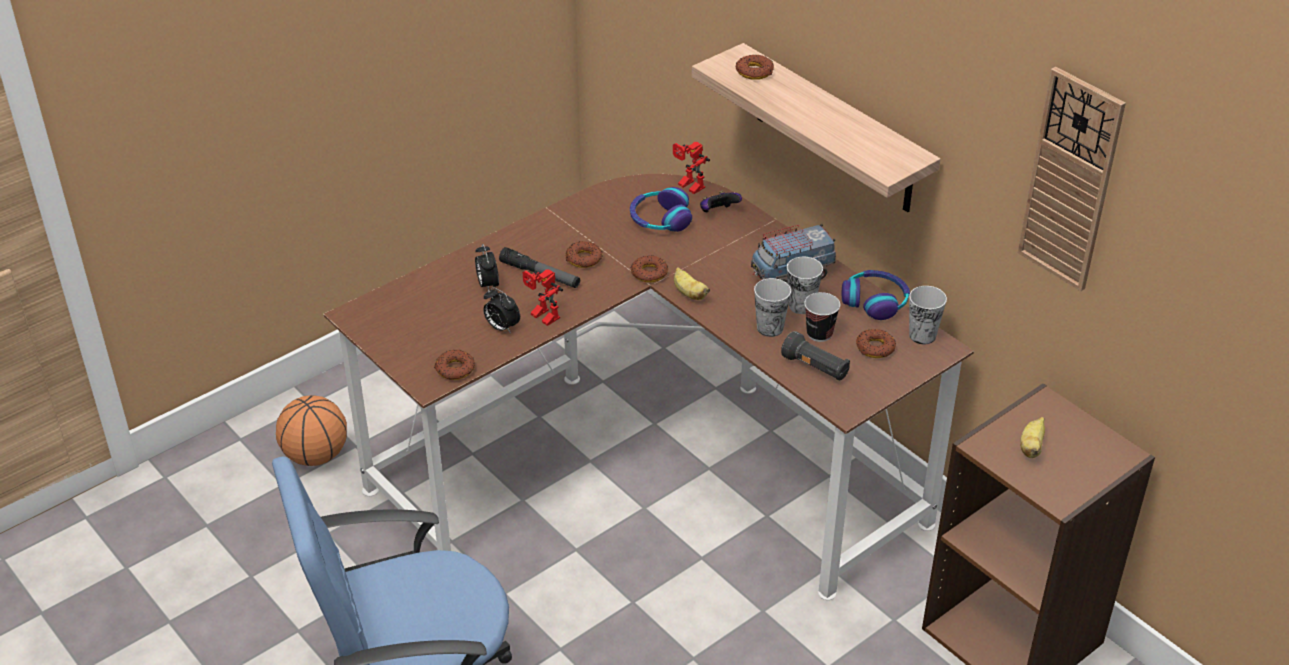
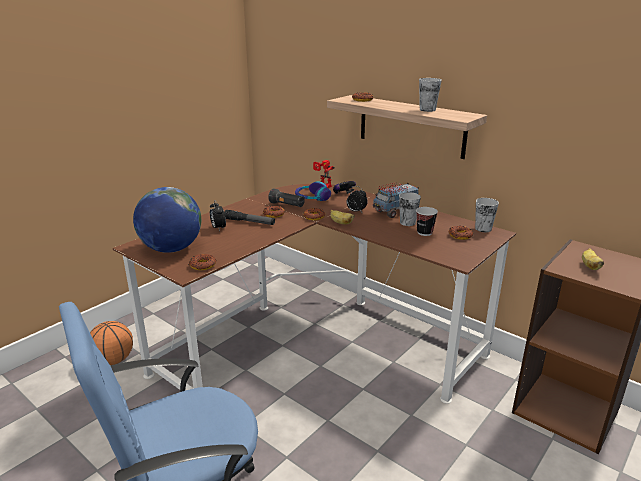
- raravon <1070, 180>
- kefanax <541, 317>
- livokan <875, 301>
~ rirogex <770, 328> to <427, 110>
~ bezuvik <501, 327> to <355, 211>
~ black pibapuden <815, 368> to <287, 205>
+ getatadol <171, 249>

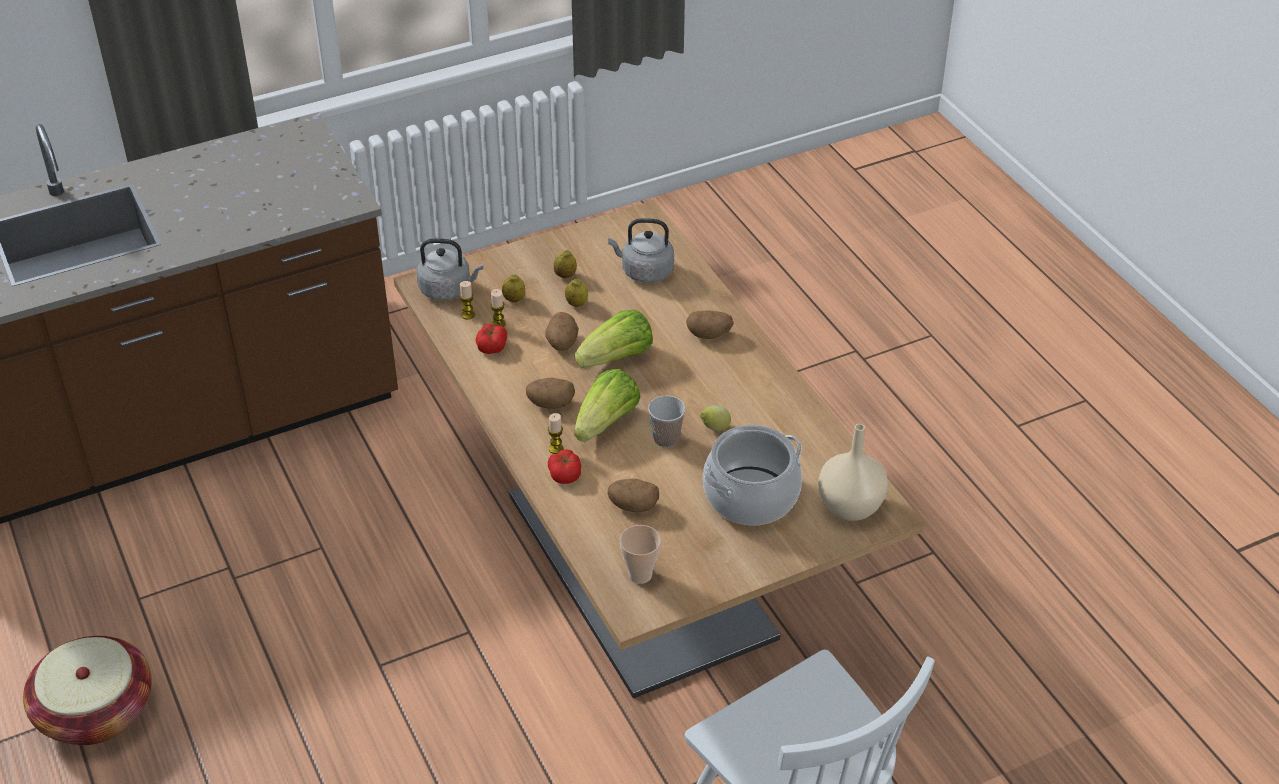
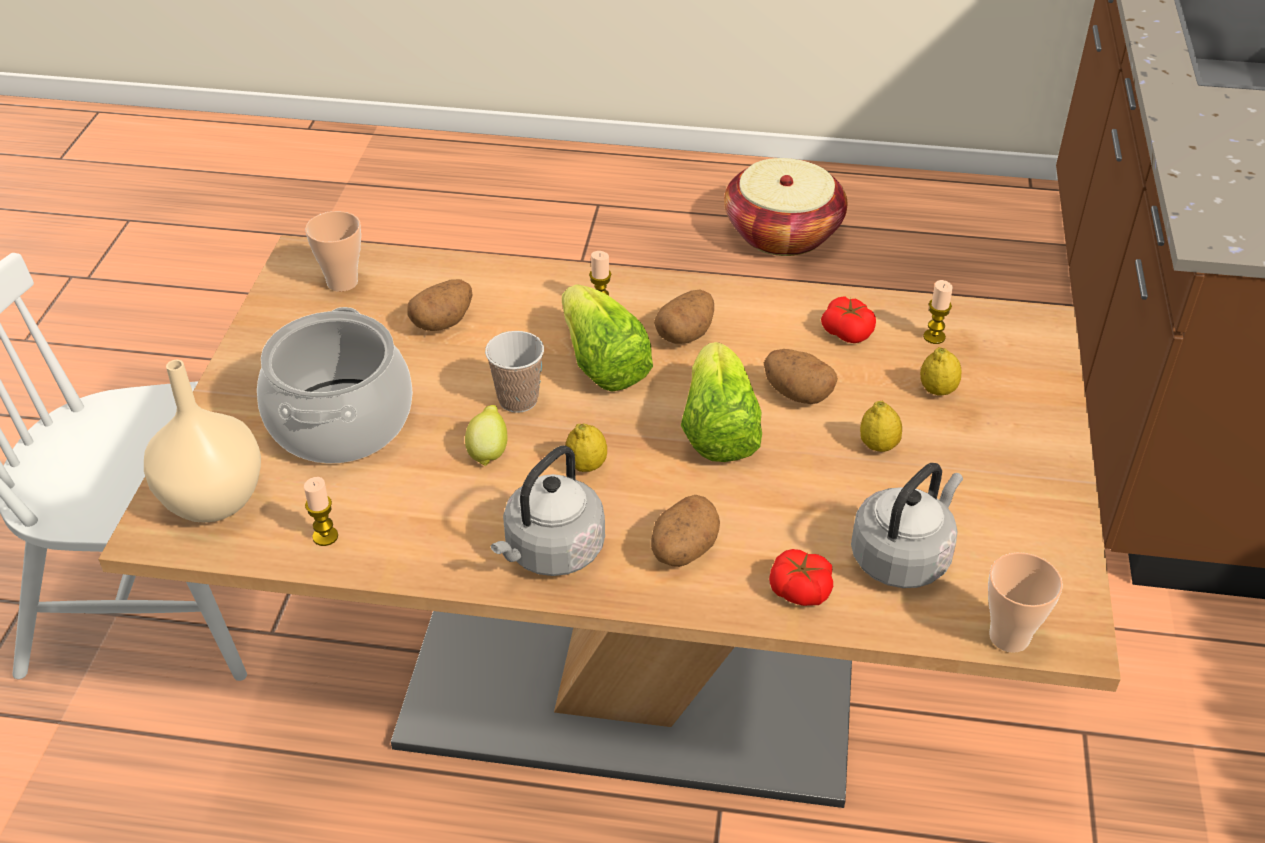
~ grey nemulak <448, 289> to <551, 552>
~ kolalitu <565, 275> to <586, 466>
~ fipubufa <498, 324> to <325, 536>
~ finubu <565, 474> to <800, 590>
+ rirogex <1009, 637>

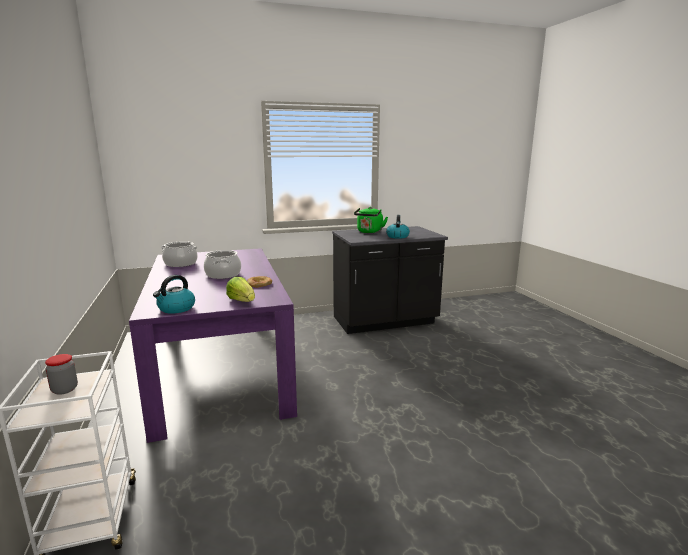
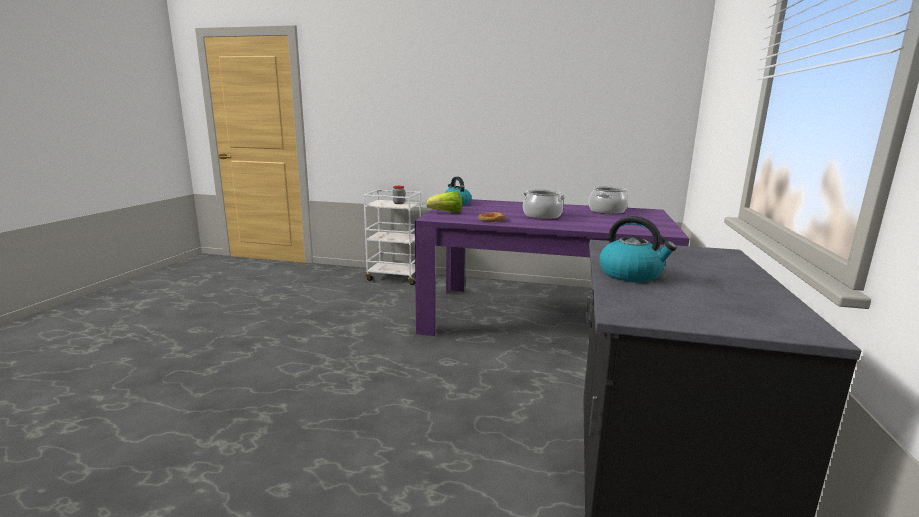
- green nemulak <369, 232>

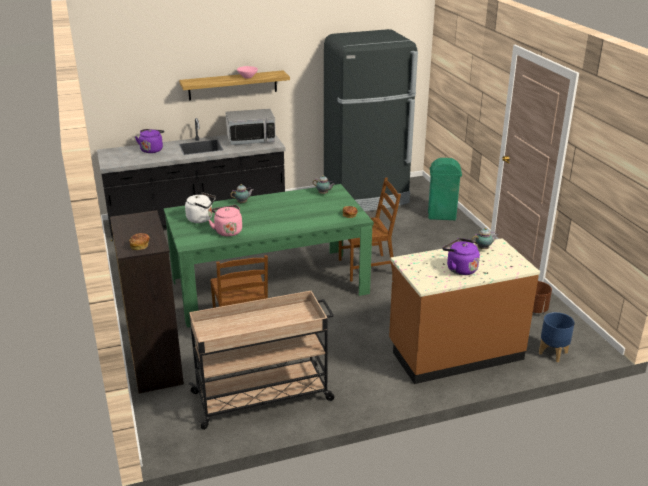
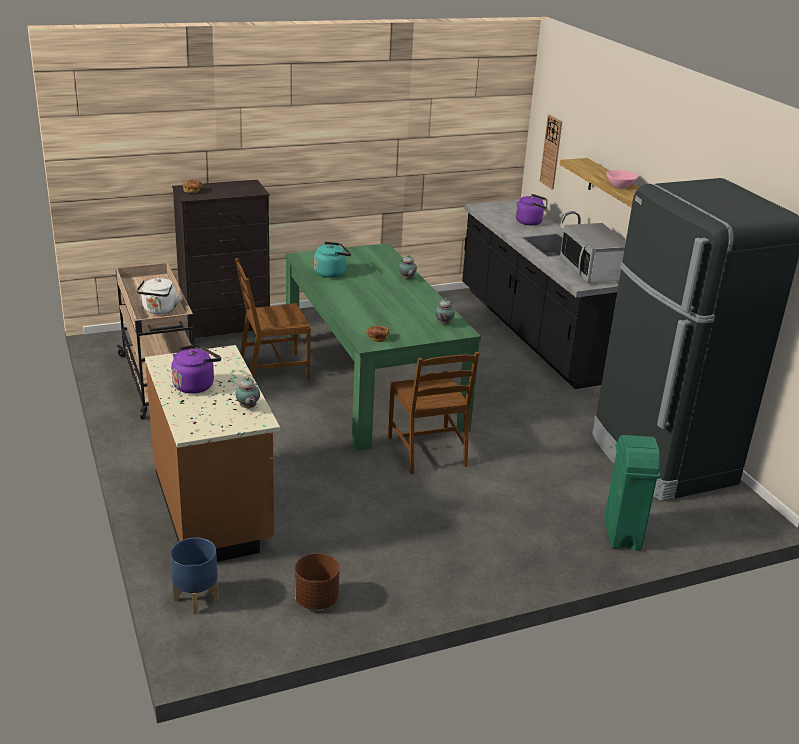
~ white nemulak <201, 219> to <159, 310>
~ pink nemulak <227, 231> to turquoise nemulak <331, 273>
+ raravon <551, 152>

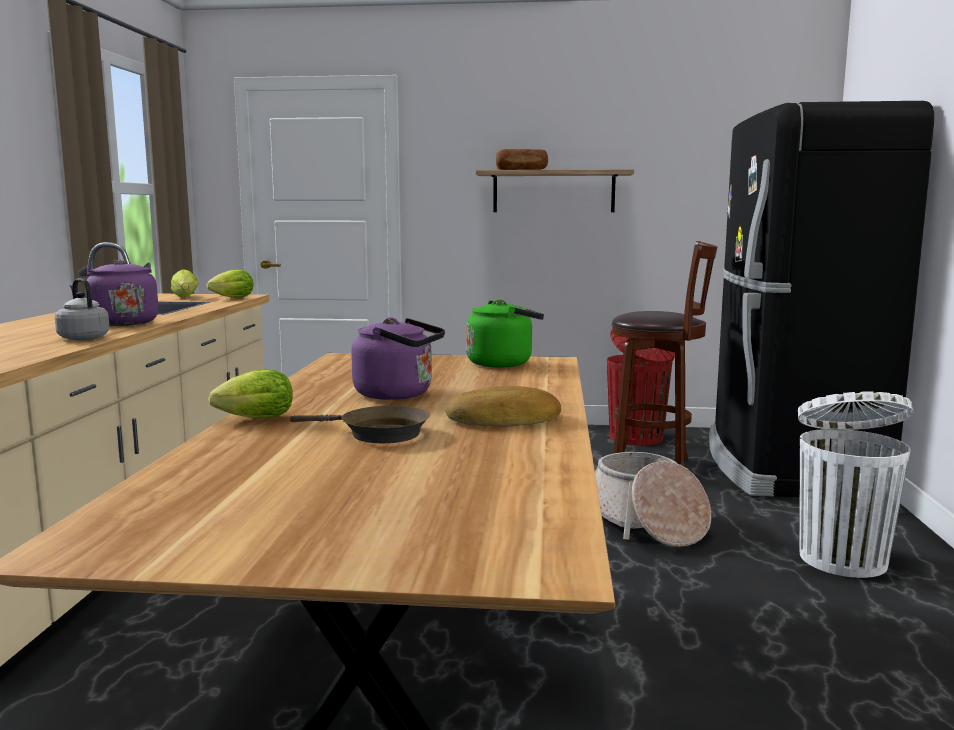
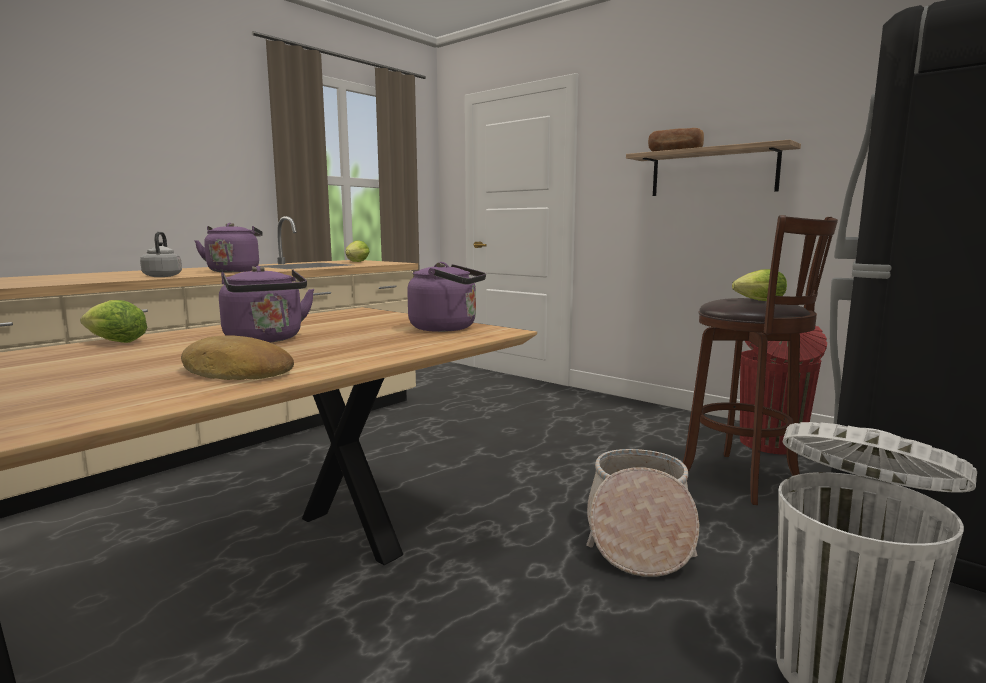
~ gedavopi <230, 298> to <757, 301>
~ green nemulak <503, 363> to purple nemulak <447, 328>
- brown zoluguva <377, 433>

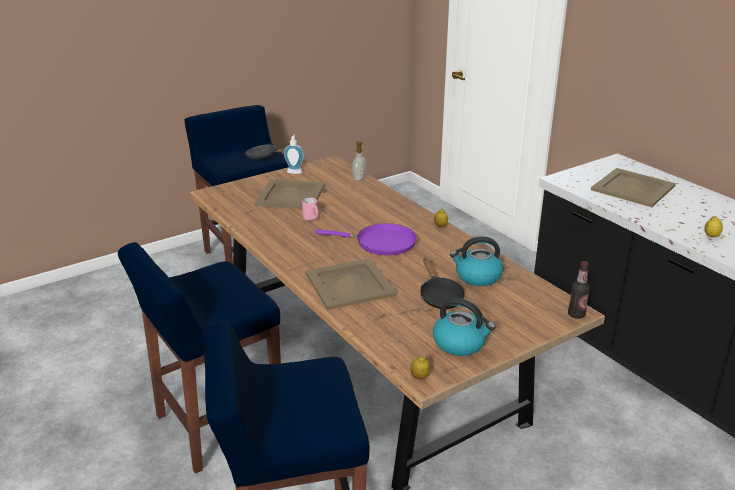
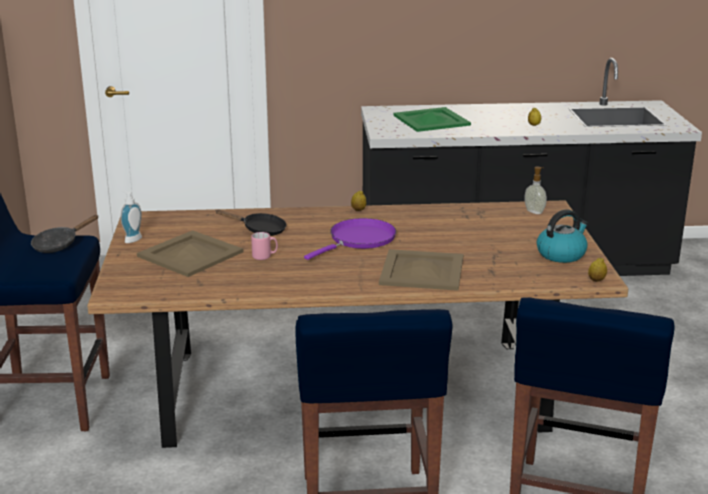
~ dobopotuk <359, 178> to <535, 211>
~ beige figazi <632, 188> to green figazi <431, 120>
- nemulak <477, 277>
~ black zoluguva <439, 296> to <260, 230>
- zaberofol <576, 314>

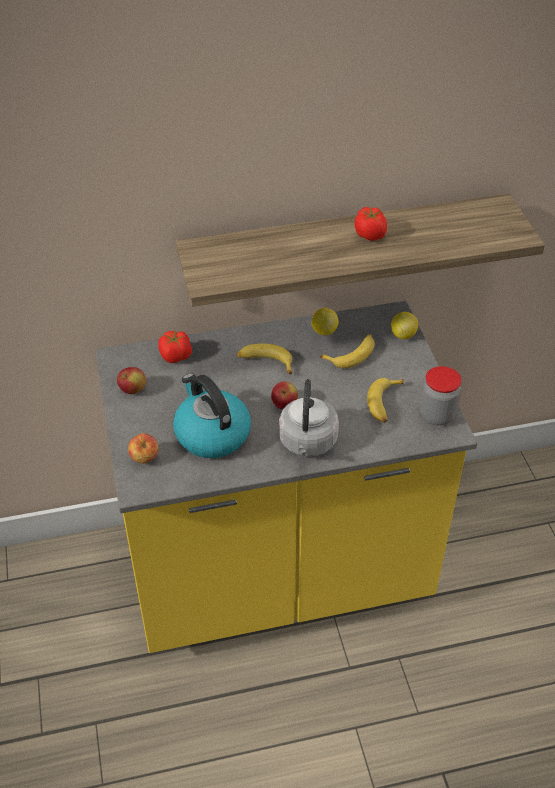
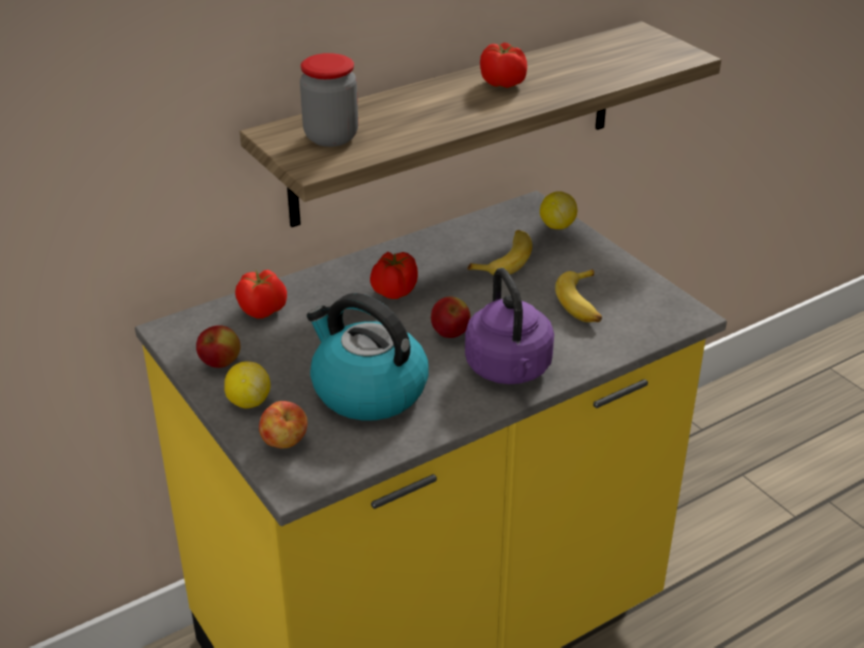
~ kolalitu <324, 331> to <248, 402>
~ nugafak <265, 362> to finubu <394, 291>
~ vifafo <437, 415> to <331, 137>
~ grey nemulak <307, 443> to purple nemulak <509, 370>

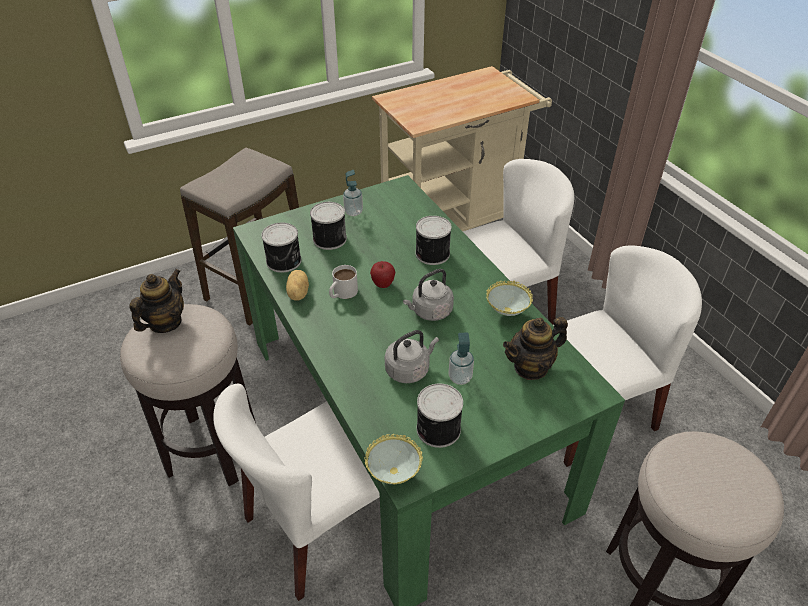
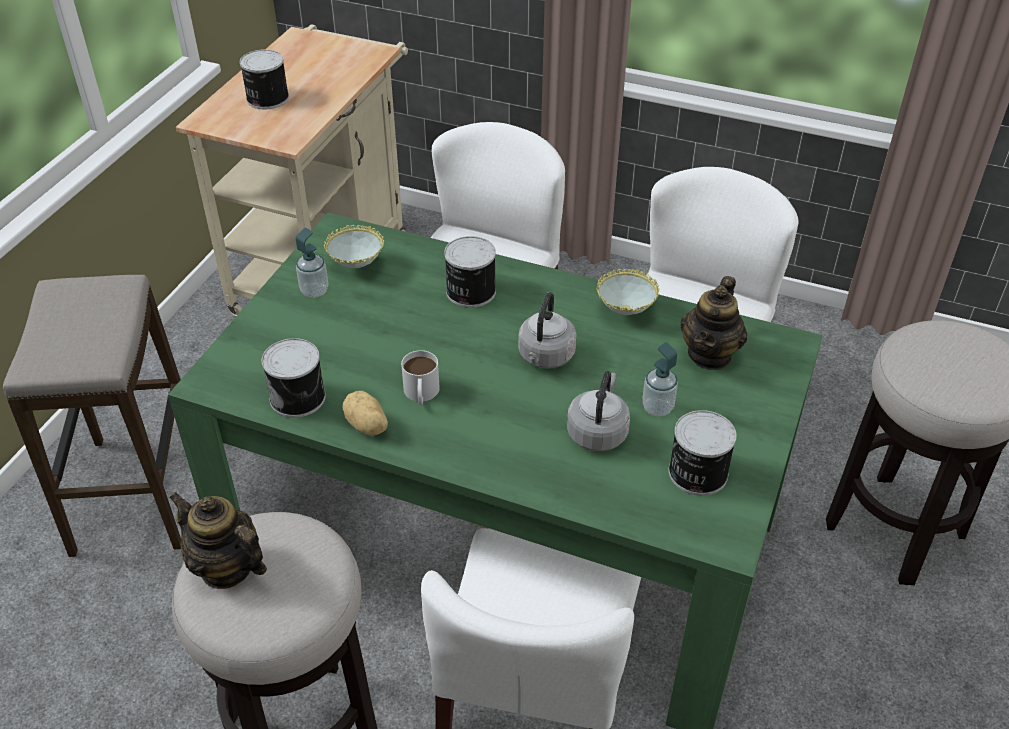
~ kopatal <328, 239> to <266, 98>
- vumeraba <383, 284>
~ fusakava <165, 323> = <226, 567> 45 degrees counterclockwise
~ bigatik <394, 475> to <357, 267>

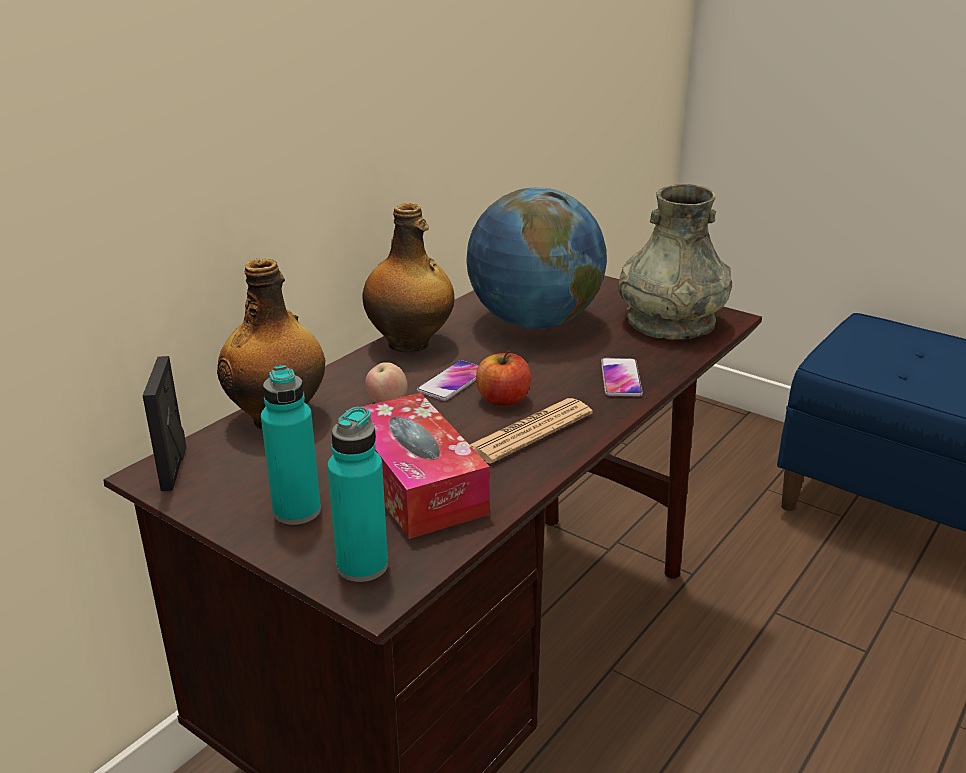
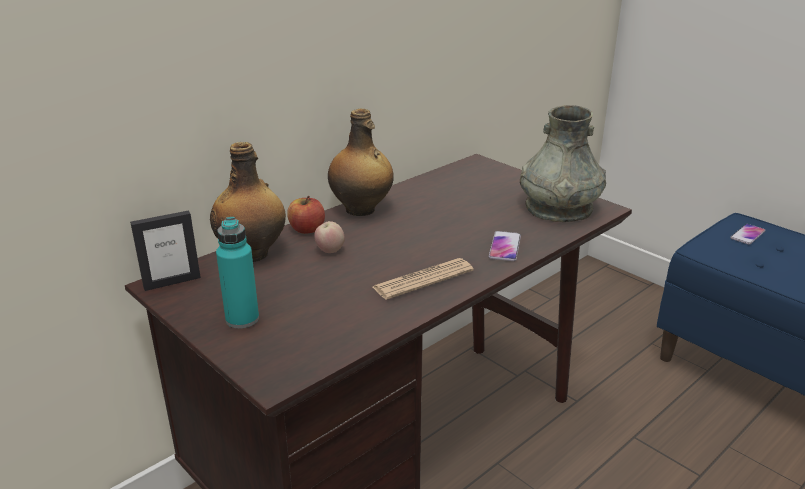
- getatadol <534, 322>
~ vumeraba <503, 399> to <307, 229>
~ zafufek <174, 468> = <172, 282> 120 degrees counterclockwise
~ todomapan <453, 382> to <747, 235>
- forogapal <416, 483>
- turquoise zaberofol <362, 566>

